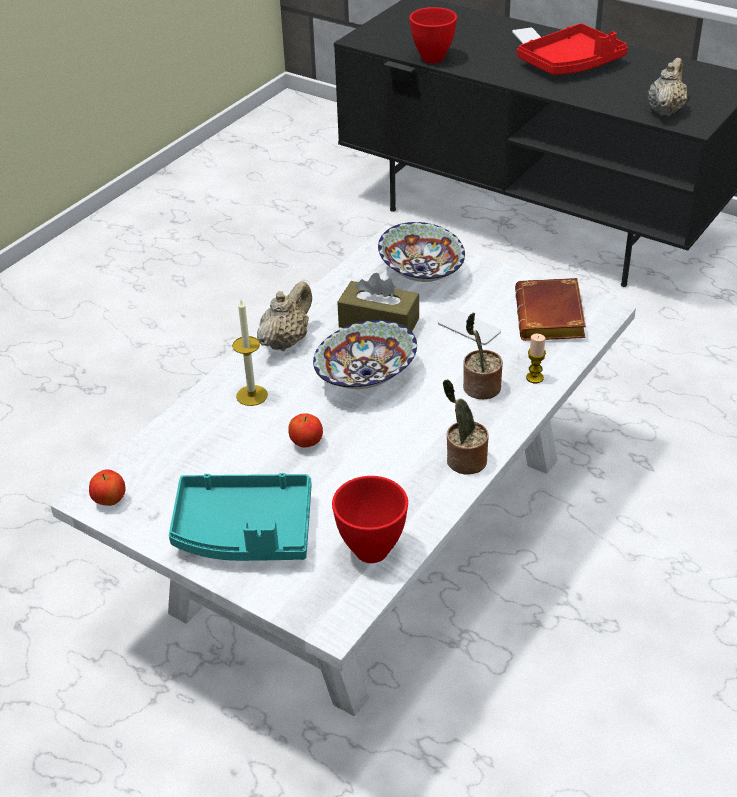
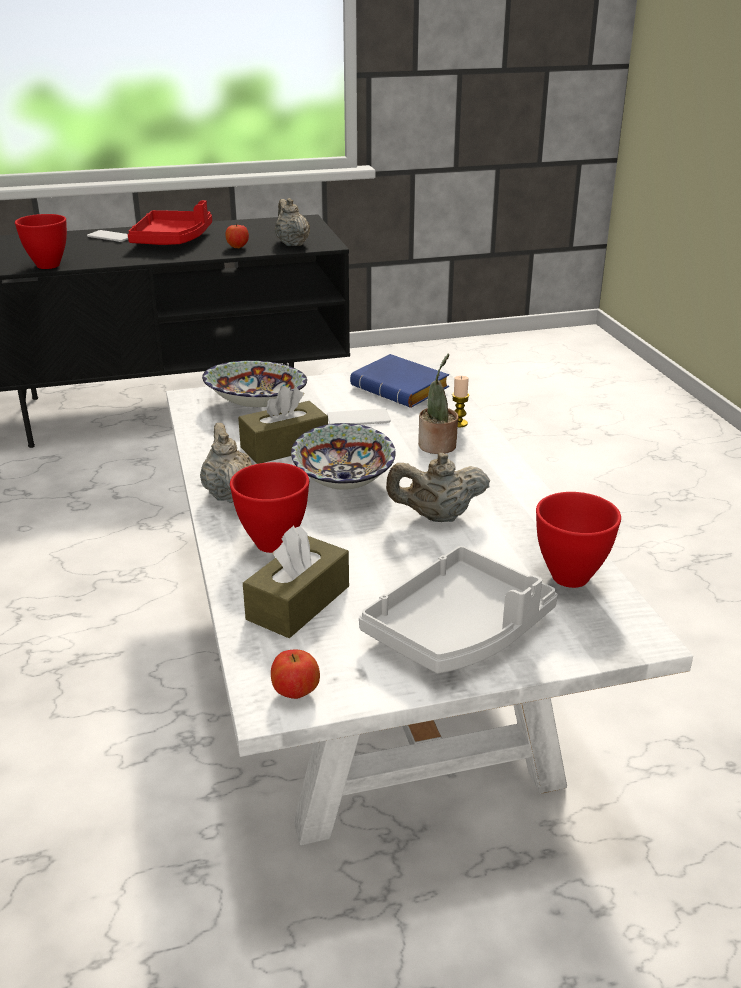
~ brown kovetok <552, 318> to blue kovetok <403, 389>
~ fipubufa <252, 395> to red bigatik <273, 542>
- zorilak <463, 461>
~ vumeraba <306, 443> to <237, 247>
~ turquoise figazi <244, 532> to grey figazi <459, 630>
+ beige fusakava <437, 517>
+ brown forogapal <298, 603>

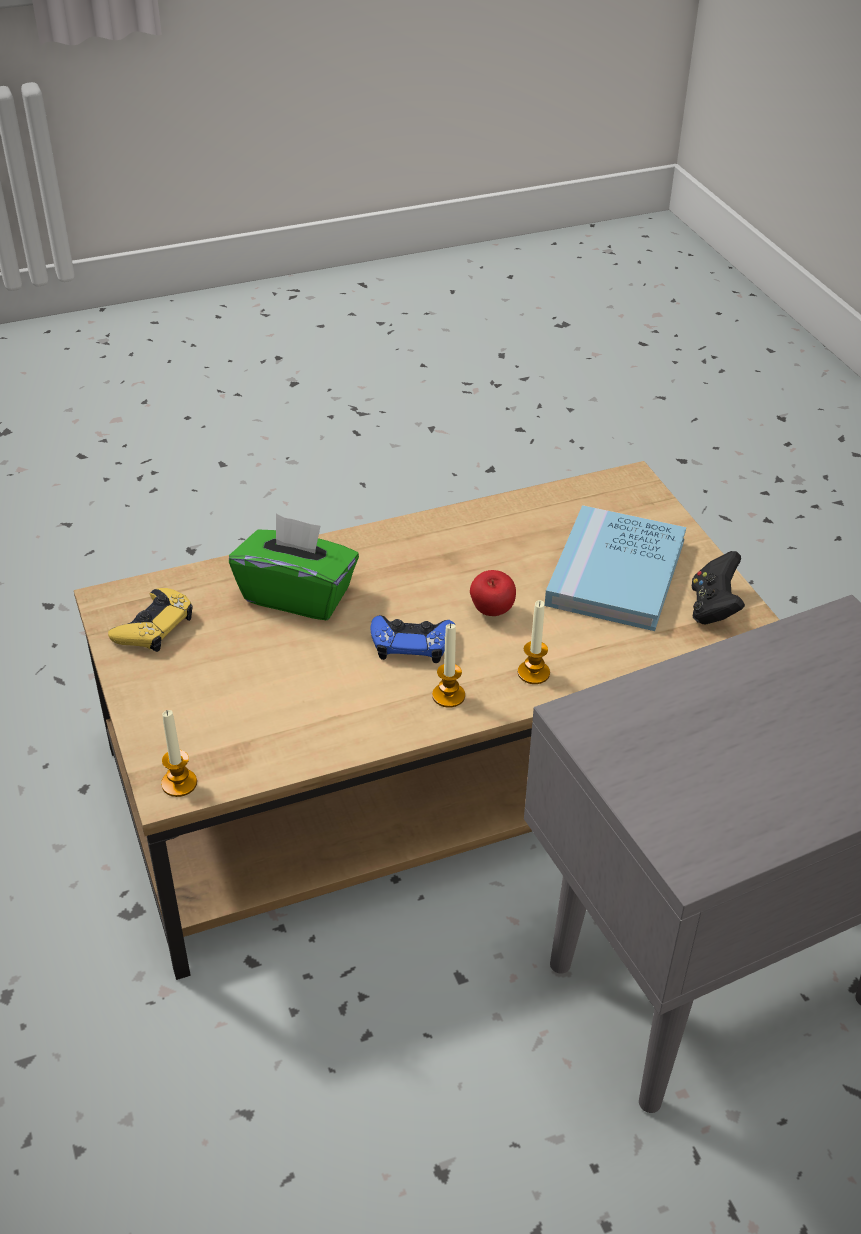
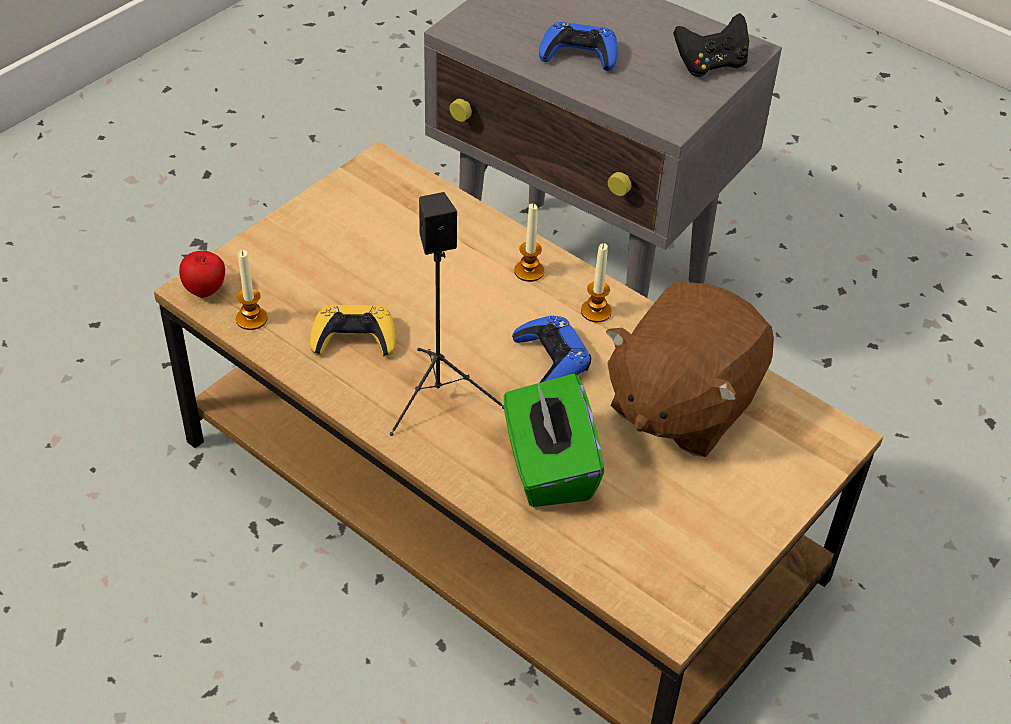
- blue kovetok <616, 573>
~ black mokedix <713, 607> to <711, 64>
~ vumeraba <491, 613> to <206, 291>
~ yellow mokedix <154, 626> to <354, 338>
~ fipubufa <179, 783> to <251, 319>
+ blue mokedix <579, 54>
+ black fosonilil <439, 396>
+ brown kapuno <681, 404>

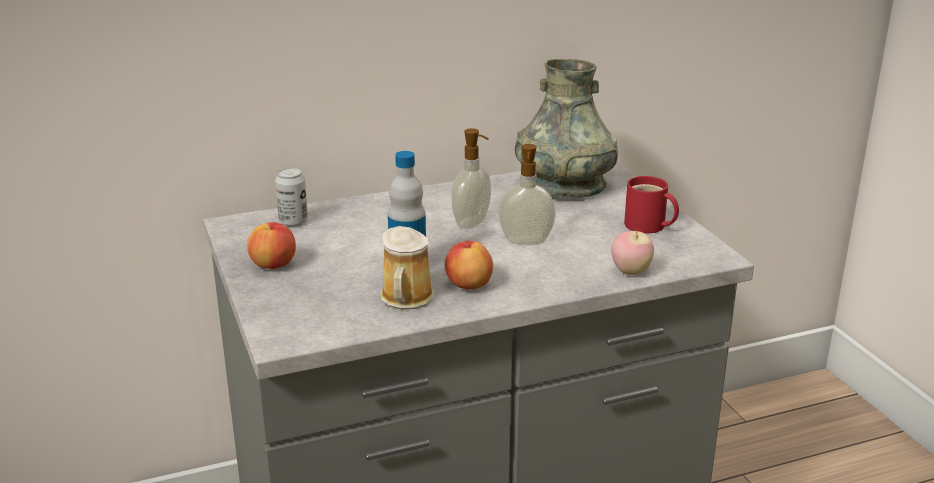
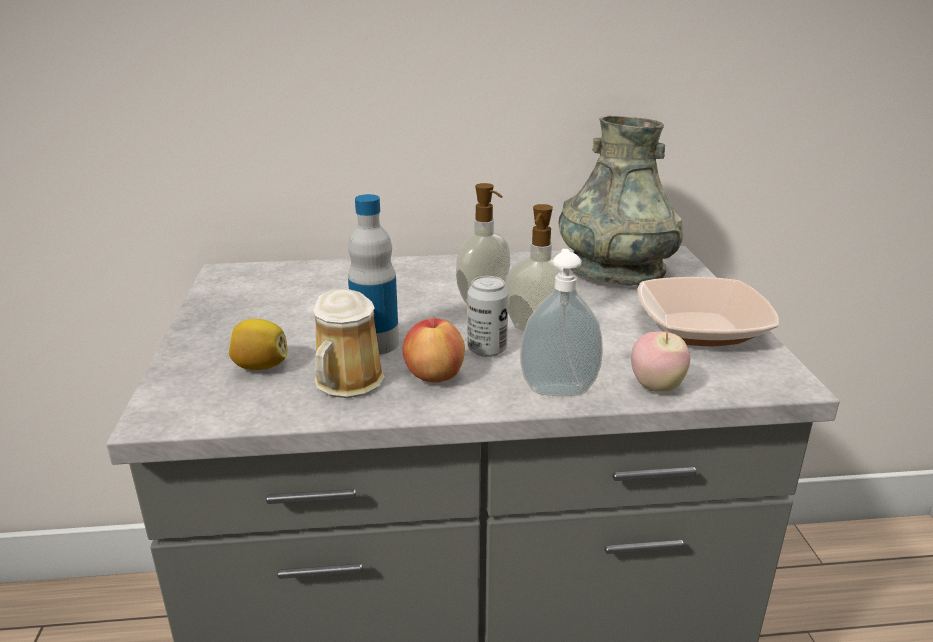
~ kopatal <293, 221> to <487, 349>
~ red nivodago <647, 226> to bigatik <701, 329>
- vumeraba <274, 265>
+ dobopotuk <558, 389>
+ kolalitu <260, 366>

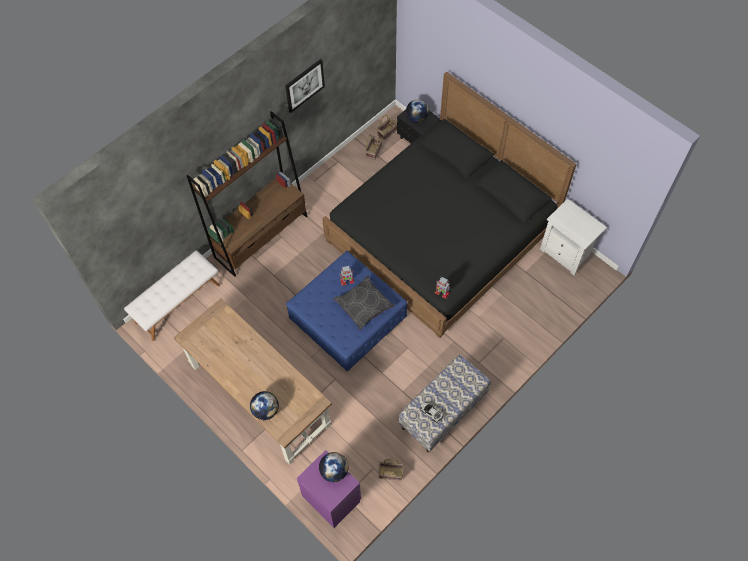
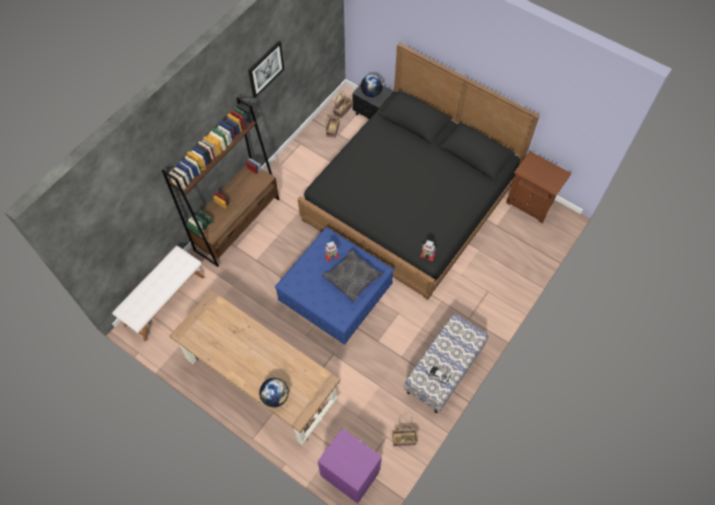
~ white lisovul <566, 253> to brown lisovul <531, 203>
- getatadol <334, 471>

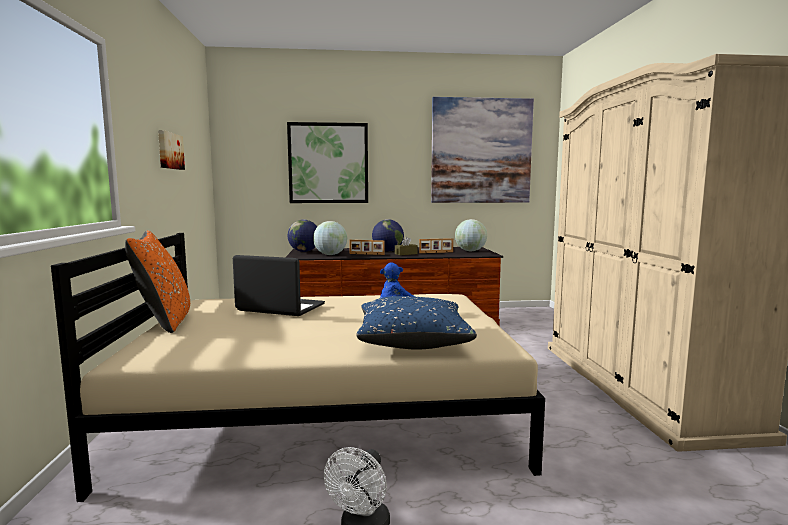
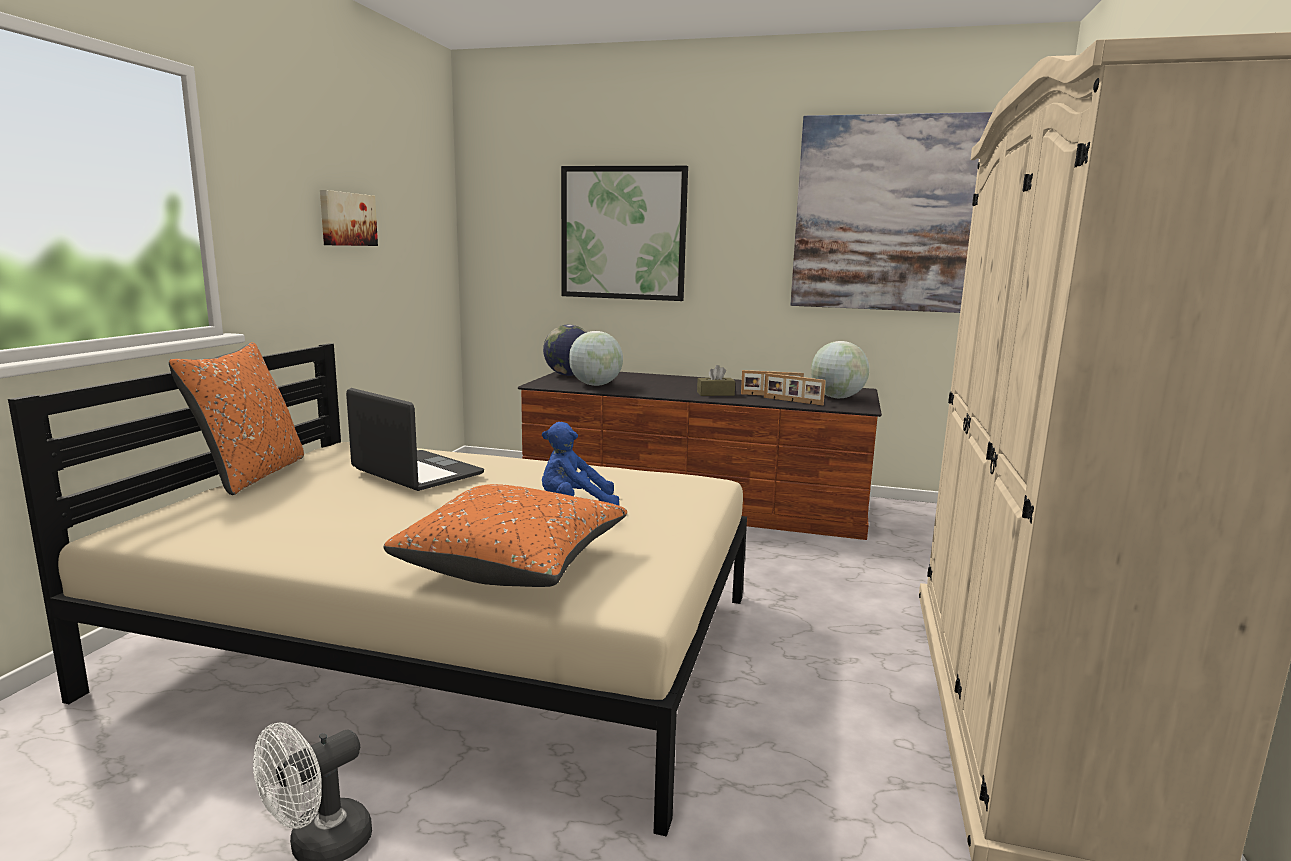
- getatadol <387, 251>
~ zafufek <366, 254> to <792, 401>
~ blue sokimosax <412, 341> to orange sokimosax <514, 563>

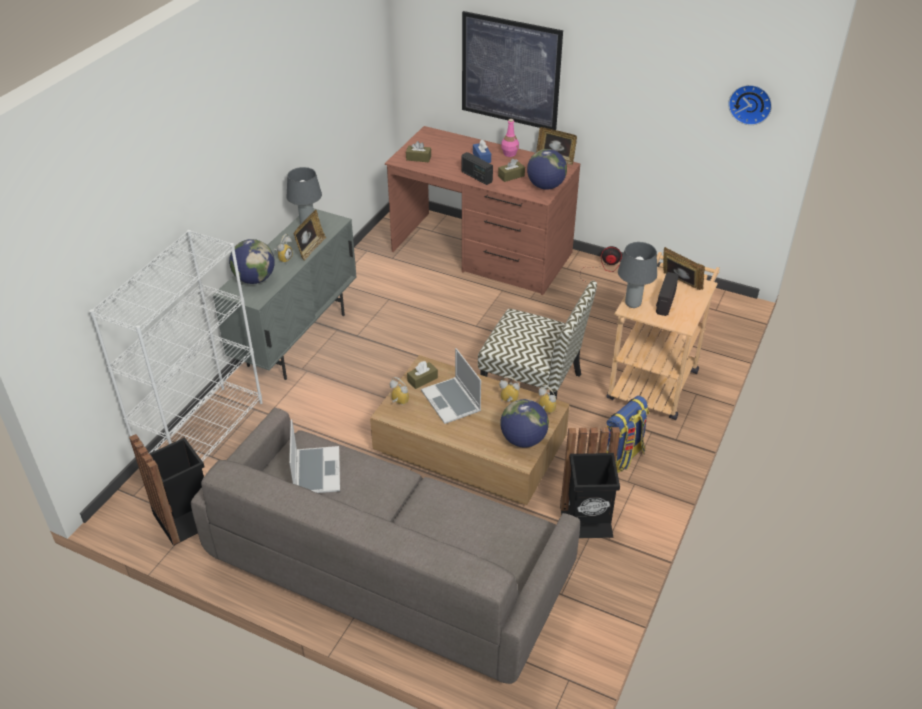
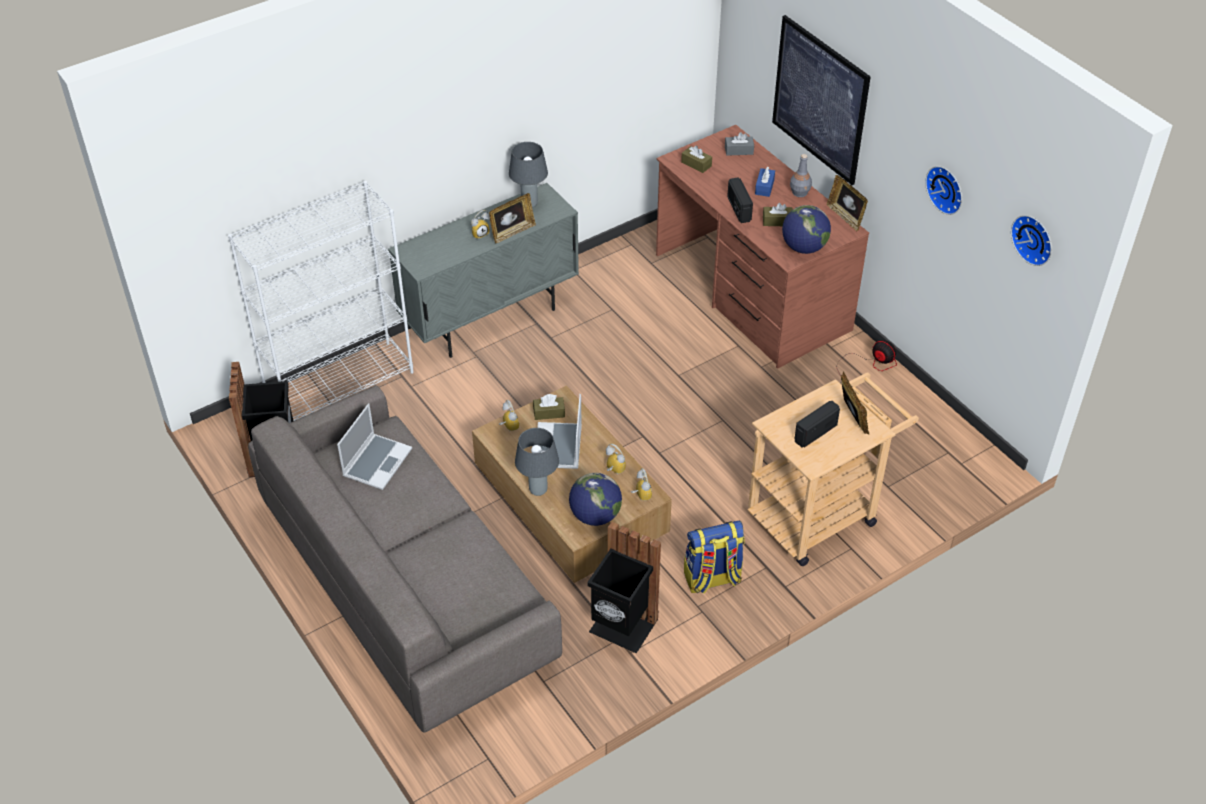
~ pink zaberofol <509, 153> to grey zaberofol <800, 192>
- getatadol <255, 279>
~ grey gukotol <632, 304> to <538, 490>
- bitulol <533, 386>
+ grey forogapal <739, 150>
+ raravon <946, 188>

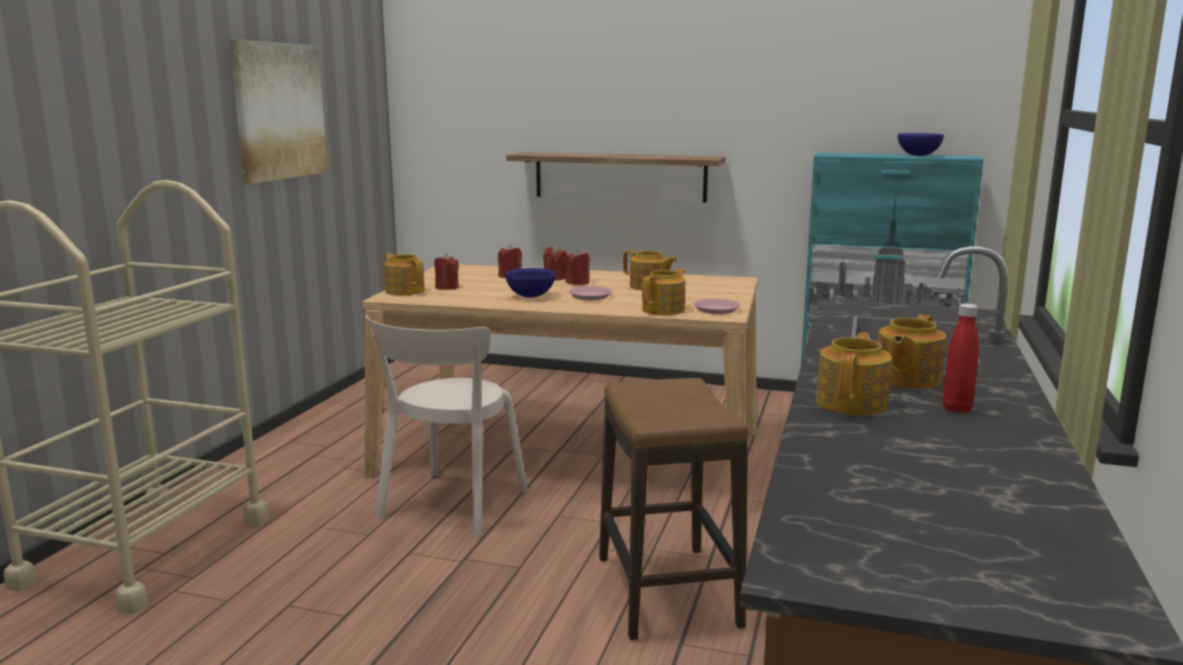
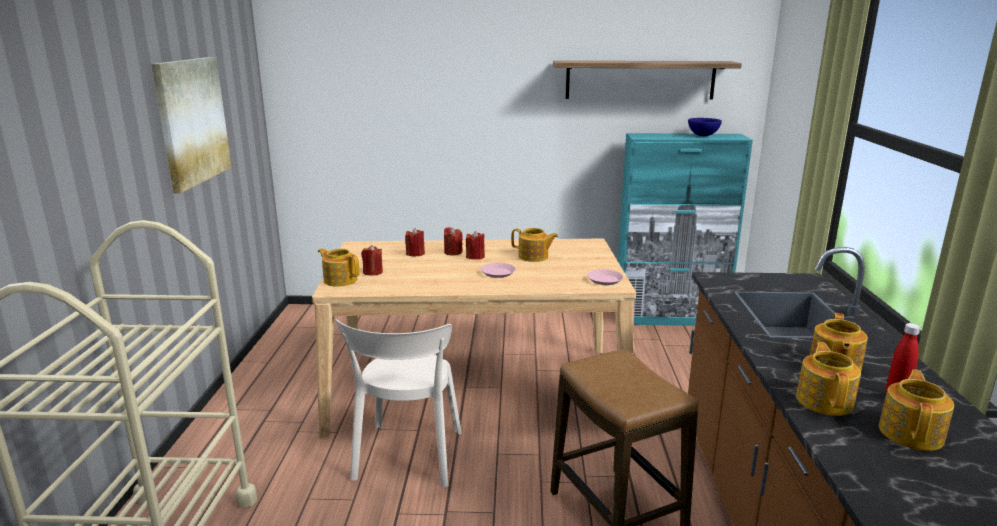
~ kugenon <619, 177> to <640, 80>
- blue bigatik <530, 296>
~ fusakava <664, 310> to <911, 433>

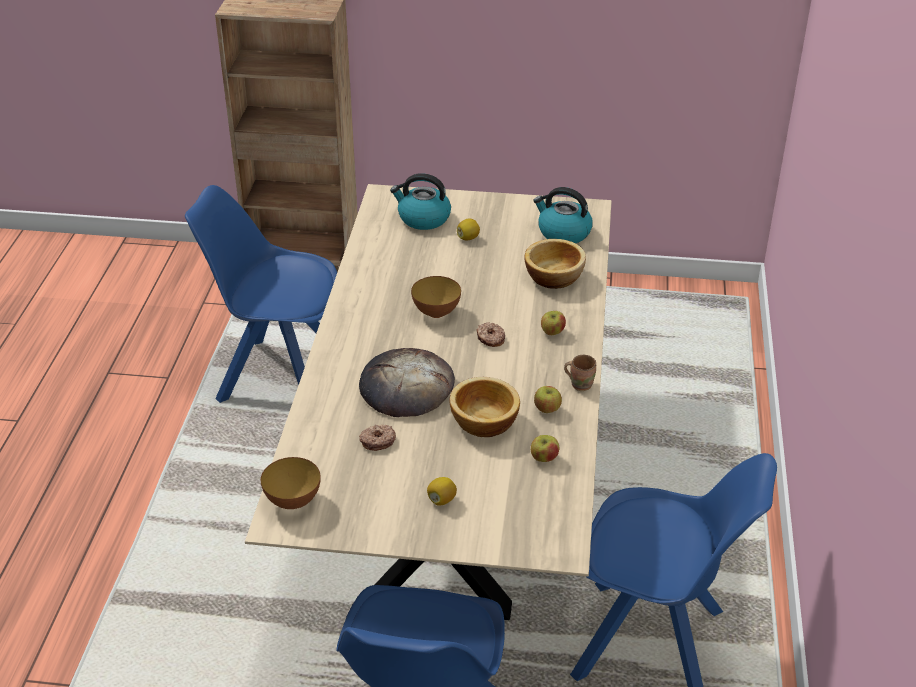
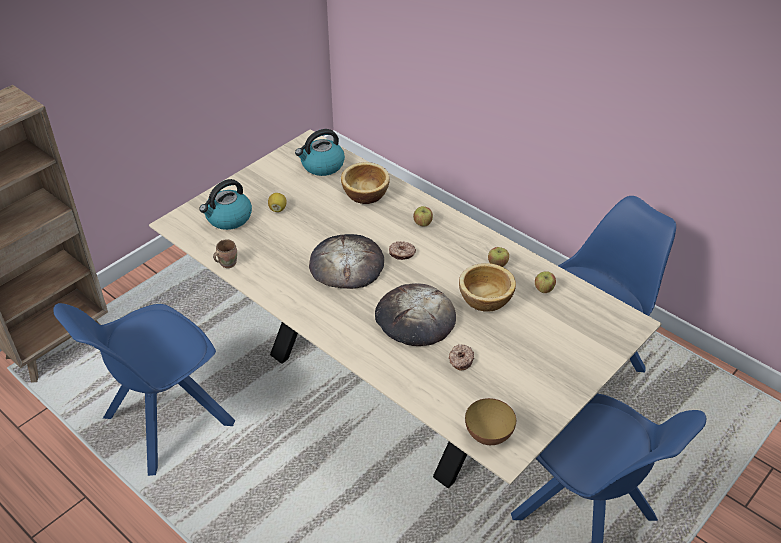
~ bigatik <436, 312> to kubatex <347, 265>
~ brown nivodago <580, 384> to <227, 263>
- kolalitu <441, 500>

